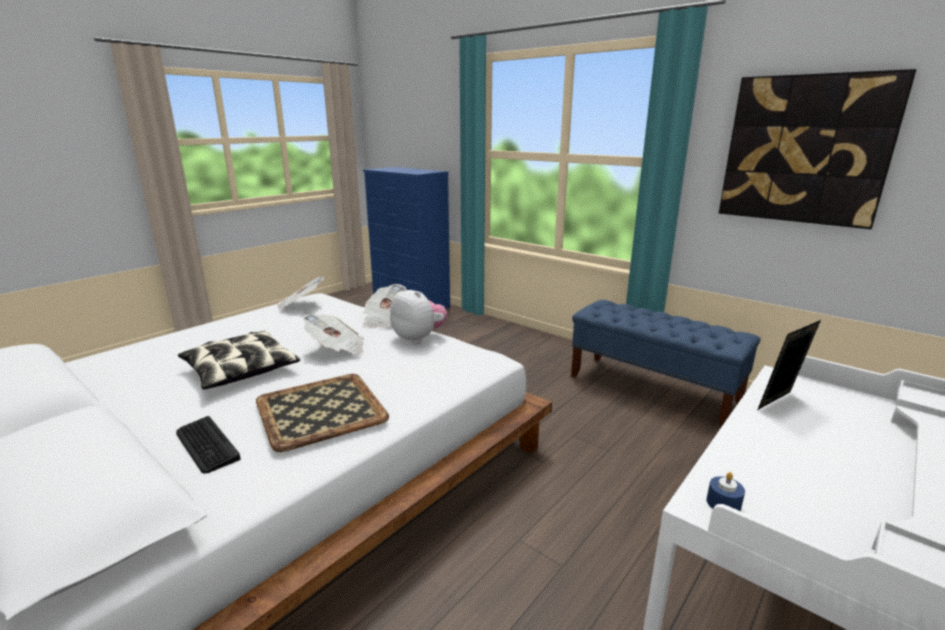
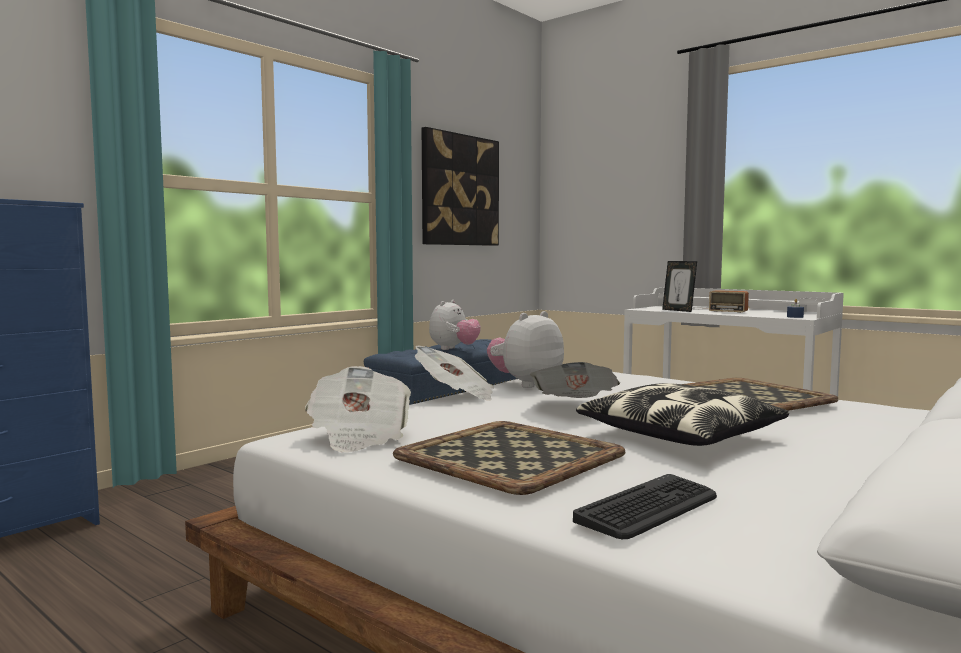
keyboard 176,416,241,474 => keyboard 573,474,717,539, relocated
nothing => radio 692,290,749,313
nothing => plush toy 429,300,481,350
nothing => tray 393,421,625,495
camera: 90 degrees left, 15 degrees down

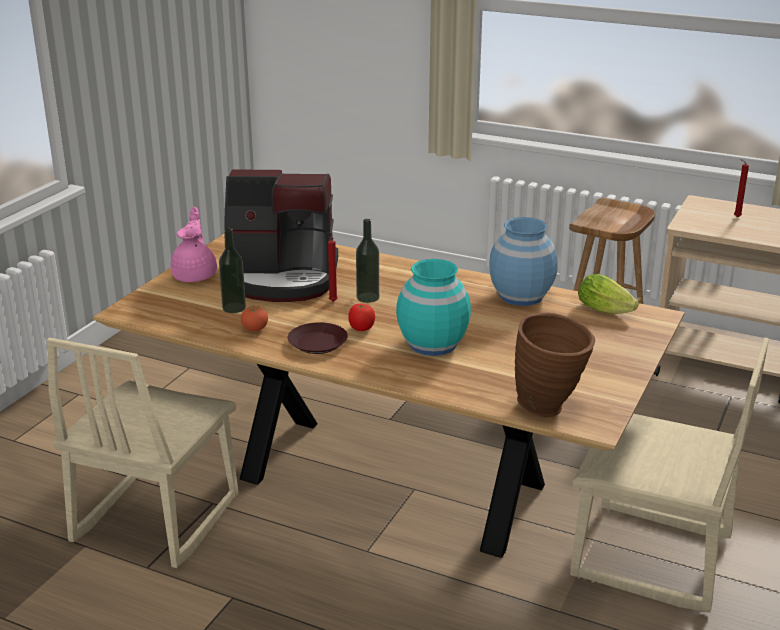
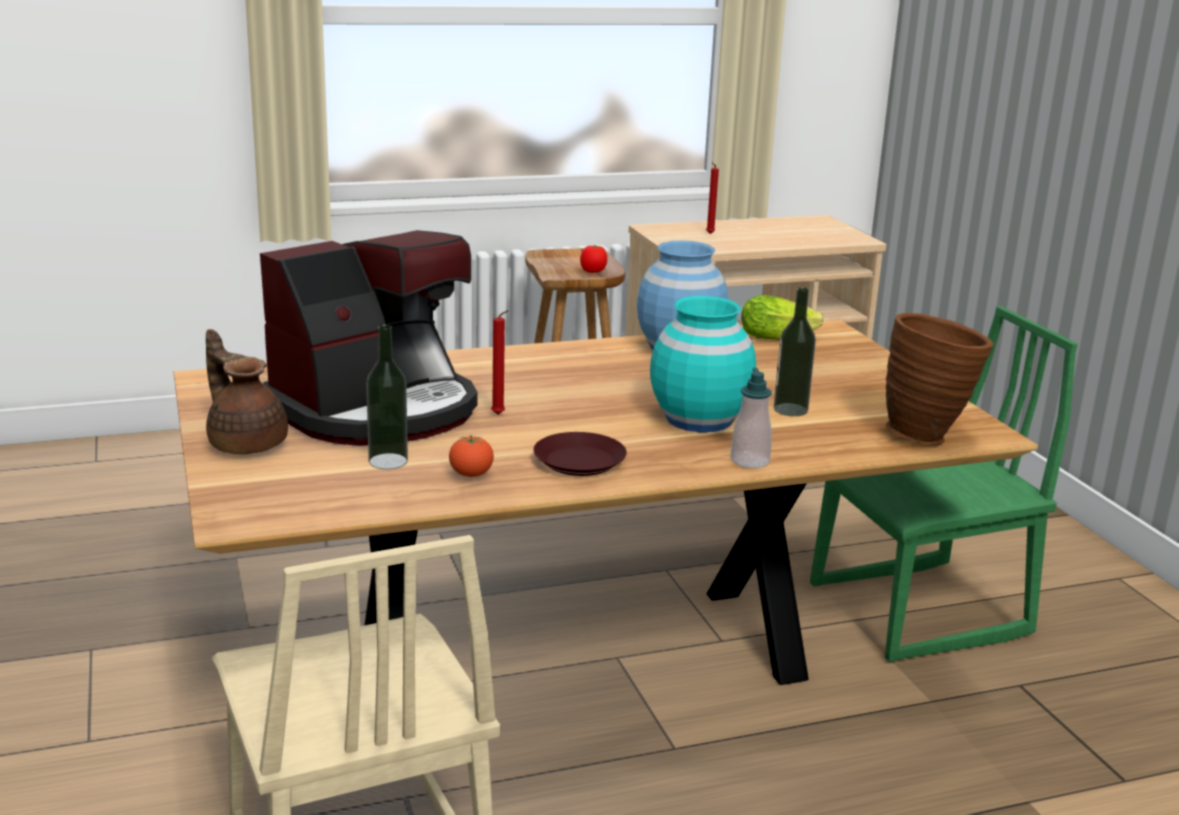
teapot (pink) 171,207,217,282 => teapot (brown) 206,329,288,454
bottle 356,219,379,303 => bottle 774,287,816,416, relocated
tomato 348,304,375,331 => tomato 580,245,607,273, relocated
chair (beige) 570,338,769,612 => chair (green) 810,306,1078,662
nothing => soap dispenser 730,368,772,469
camera: 45 degrees left, 5 degrees down

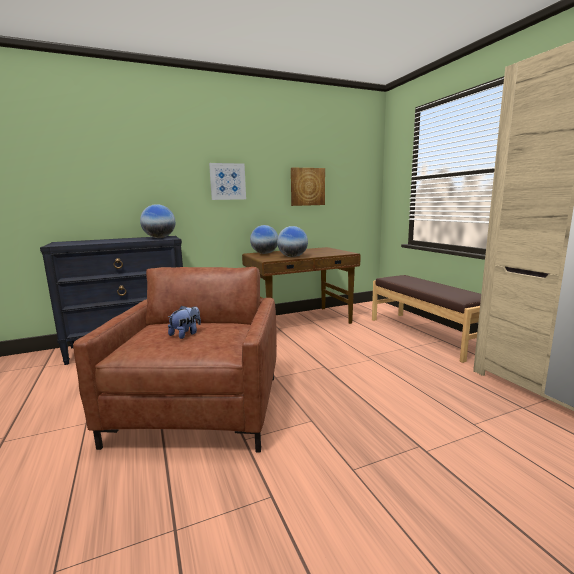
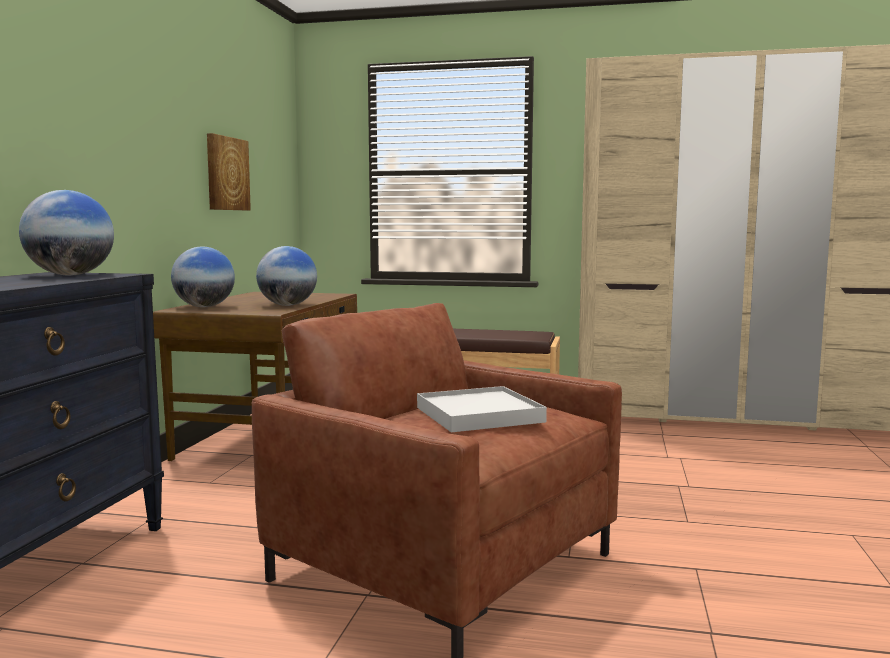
picture 209,163,246,200 => nothing
plush toy 168,306,201,339 => tray (white) 417,386,547,432
camera: 55 degrees left, 5 degrees down

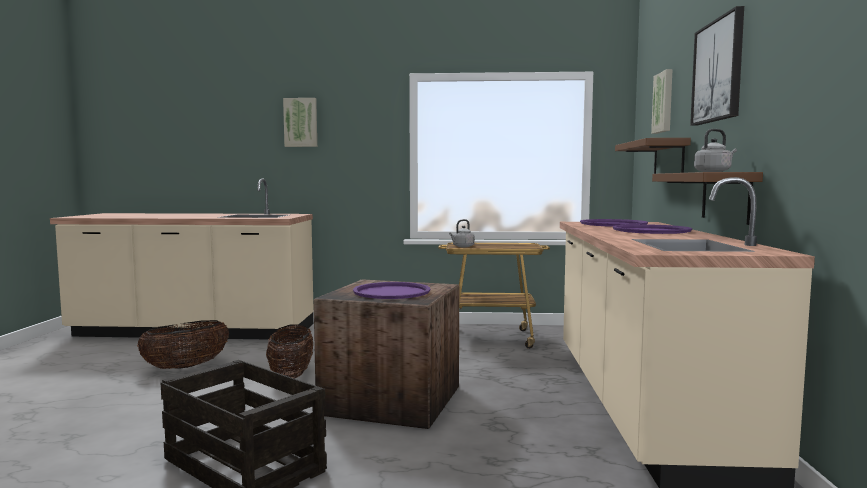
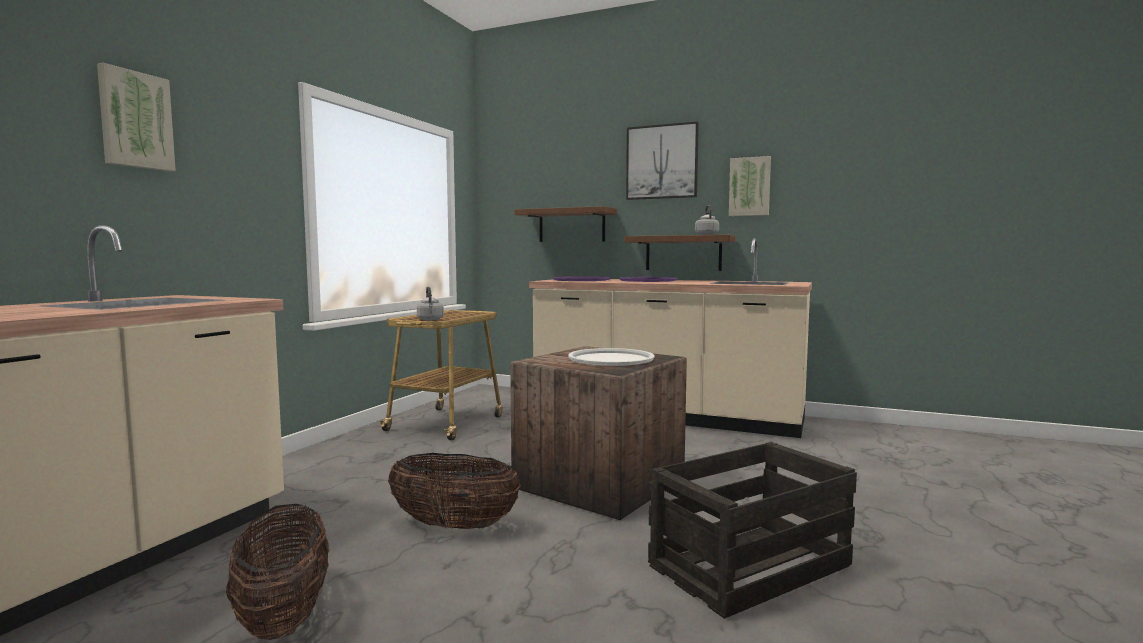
picture 651,69,673,134 => picture 729,156,771,216, relocated
tray (purple) 353,282,430,299 => tray (white) 568,348,654,366
camera: 70 degrees left, 0 degrees up

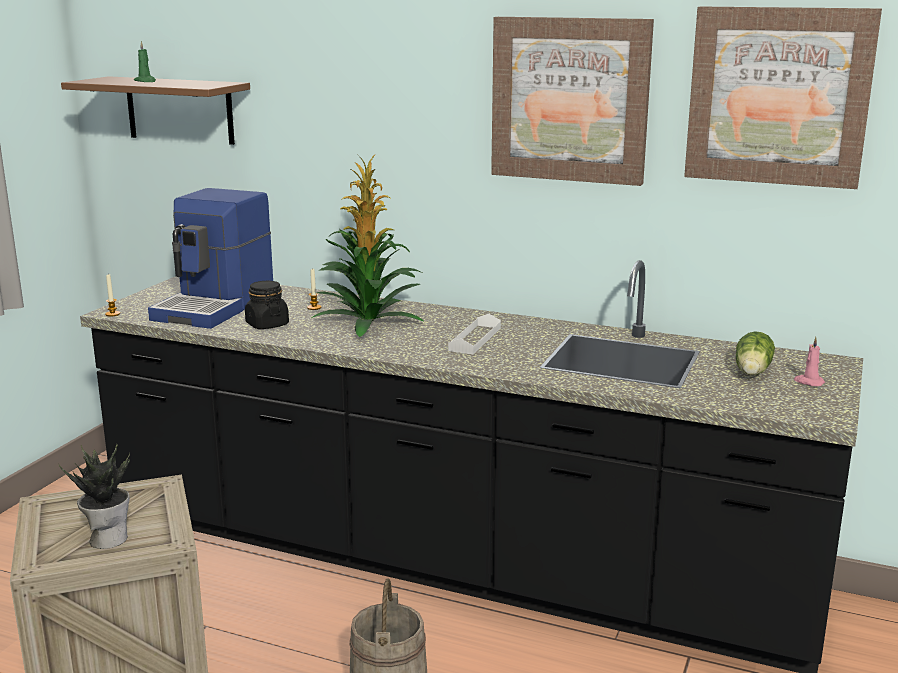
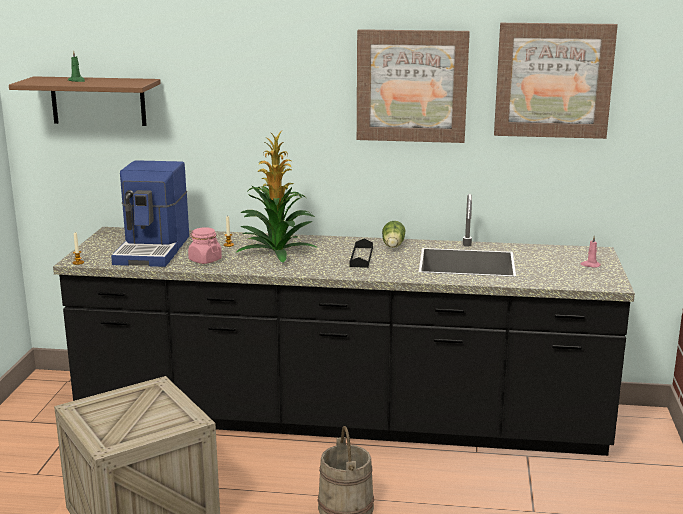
jar (black) 245,281,289,329 => jar (pink) 188,227,222,264
tray (white) 448,314,501,354 => tray (black) 350,238,373,268
lettuce 736,331,775,375 => lettuce 382,221,405,248, relocated
potted plant 59,444,130,549 => nothing
camera: 15 degrees left, 0 degrees up

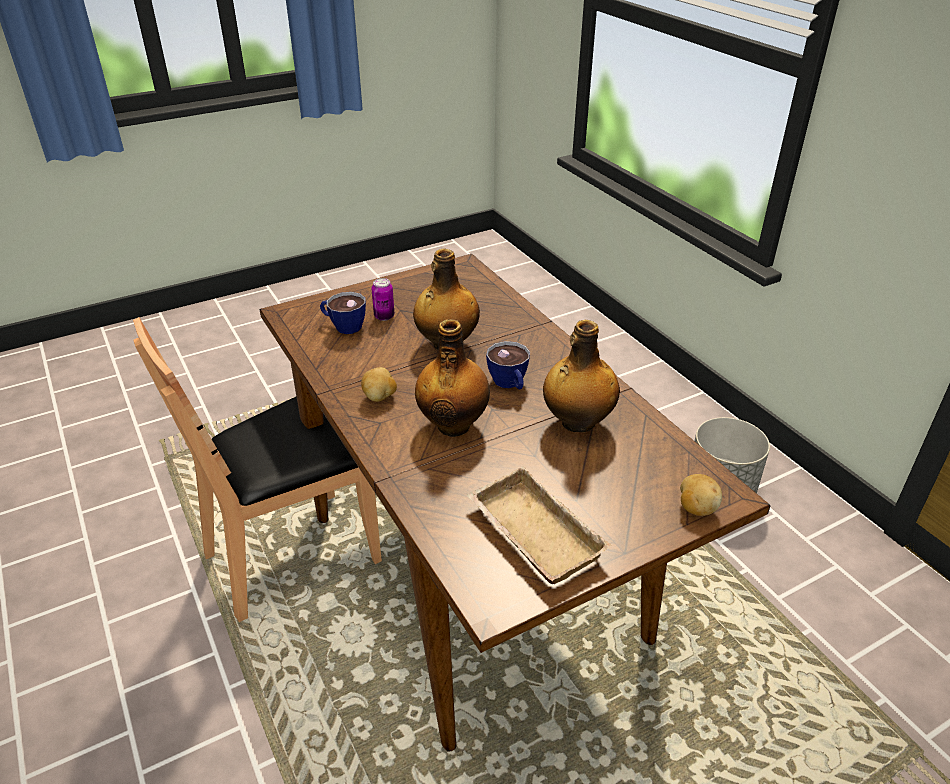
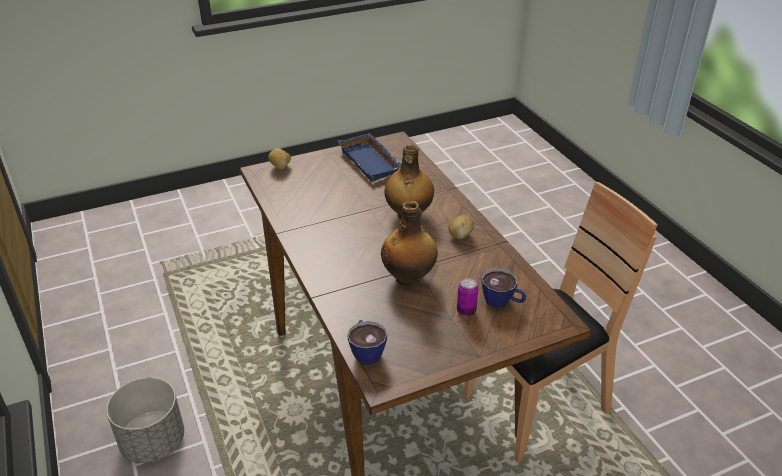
bottle 543,320,620,432 => nothing
cup 486,341,530,389 => cup 347,320,387,365, relocated
tray (beige) 467,466,611,584 => tray (blue) 338,133,401,182
camera: 175 degrees left, 0 degrees up

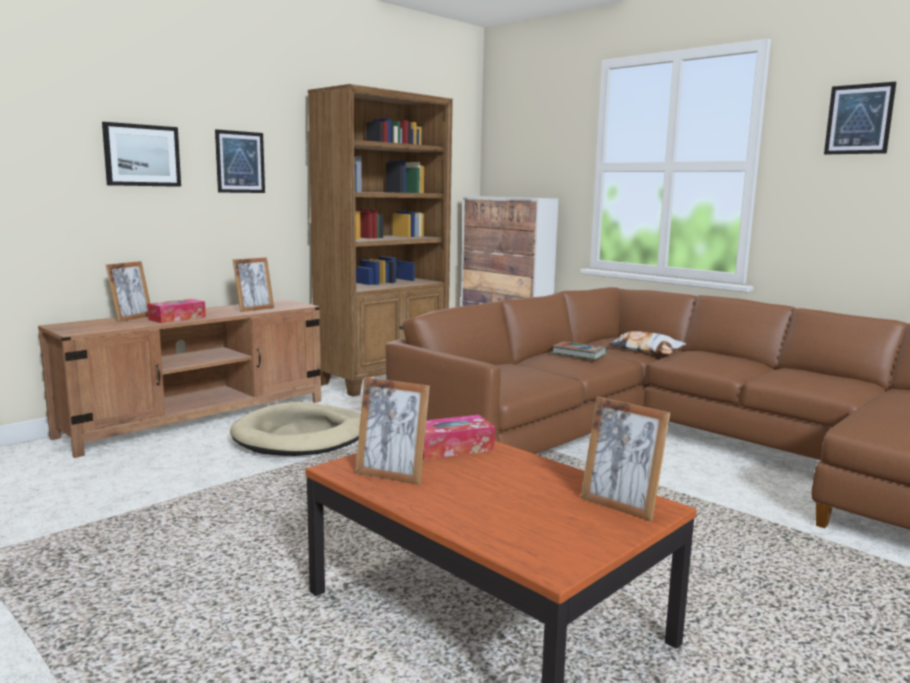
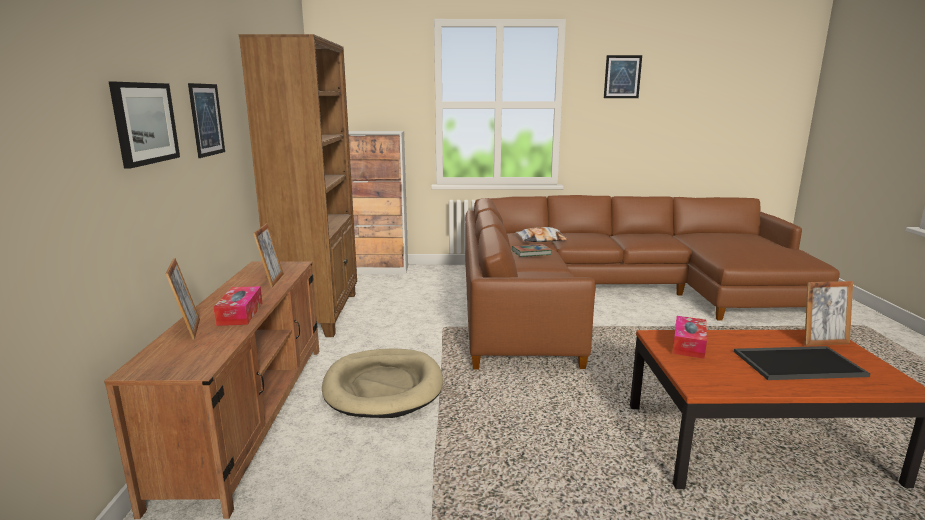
picture frame 355,377,430,485 => nothing
nothing => tray 734,346,870,380
camera: 45 degrees left, 5 degrees up

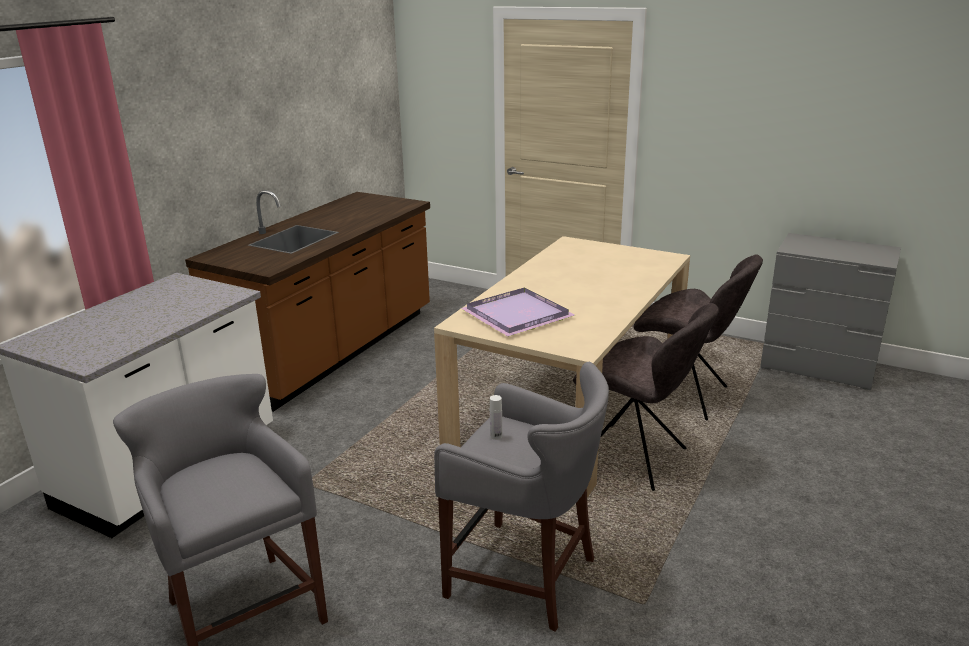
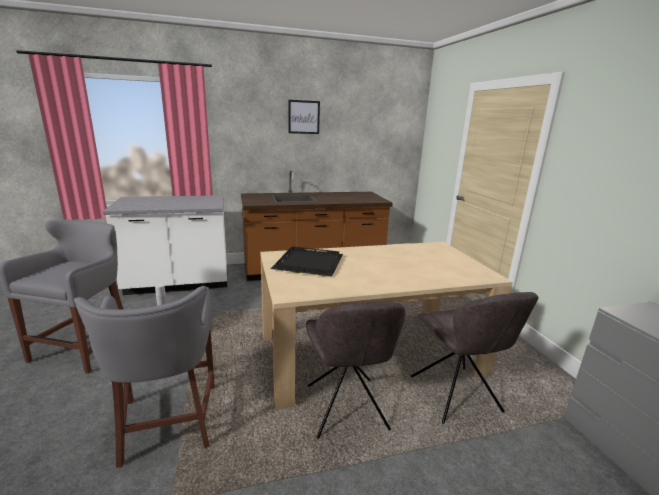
tray (purple) 460,287,575,337 => tray (black) 271,246,343,276
nothing => picture 289,100,320,134
camera: 45 degrees right, 5 degrees down

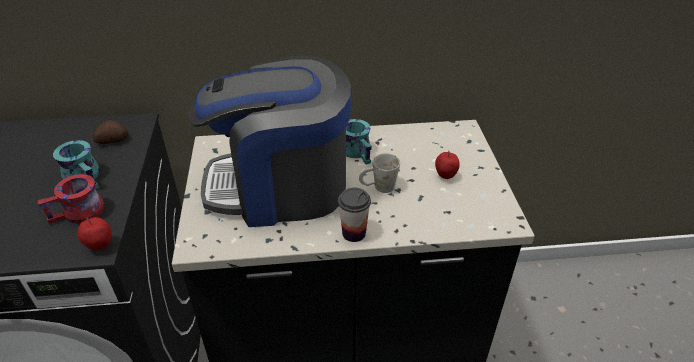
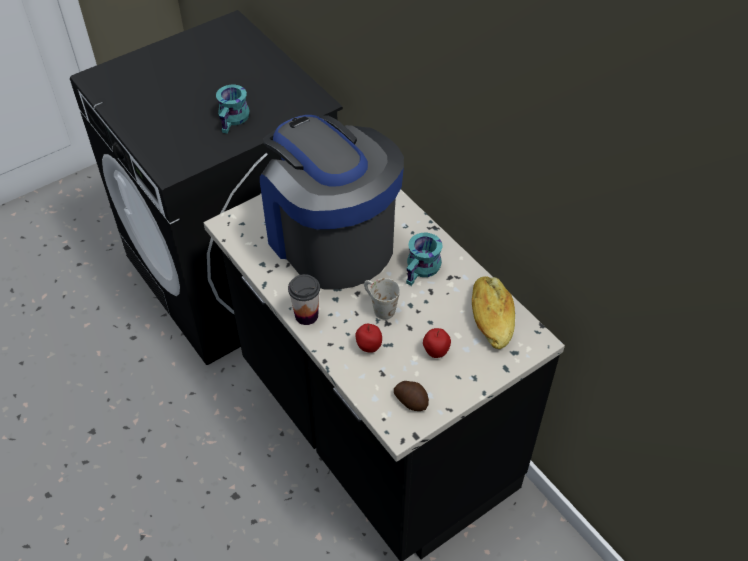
potato 93,120,128,144 => potato 394,381,429,411, relocated
mug (red) 38,174,104,224 => nothing
apple 77,217,112,251 => apple 355,324,382,353, relocated
nothing => bread 472,276,515,349
camera: 60 degrees right, 10 degrees up

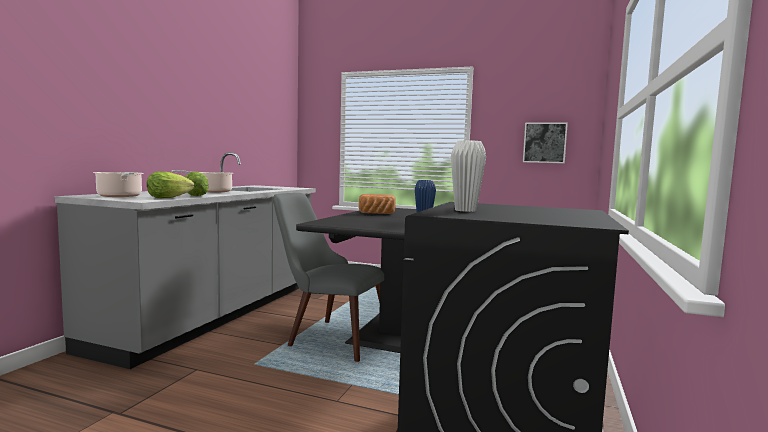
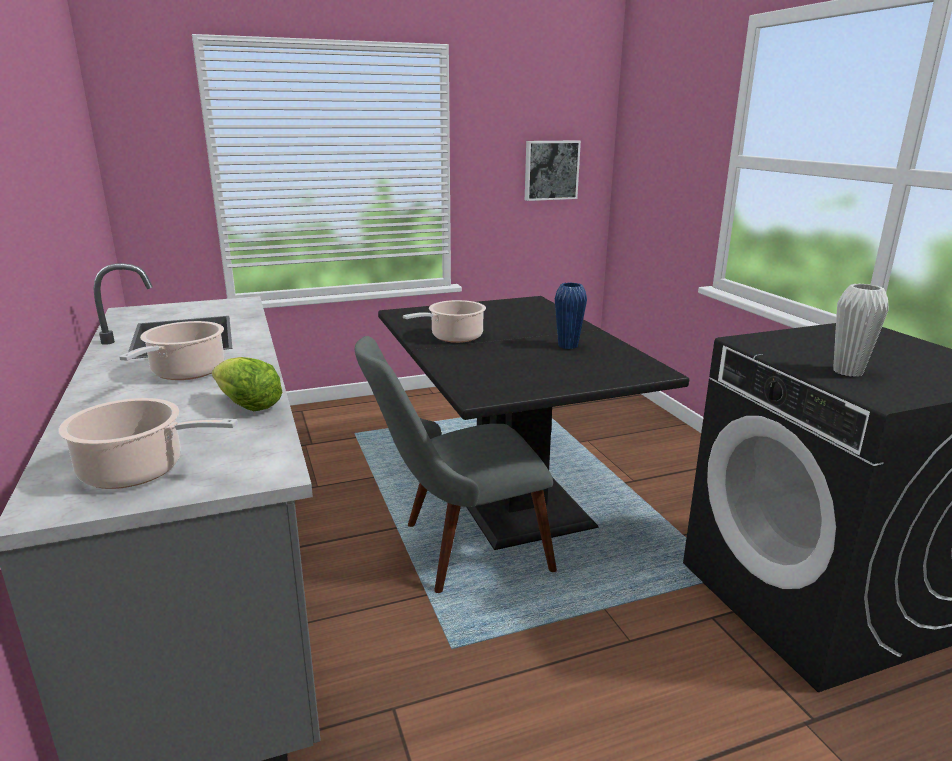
lettuce 147,171,194,198 => nothing
bread 359,194,396,214 => cooking pot 403,300,486,343
camera: 40 degrees left, 15 degrees up

